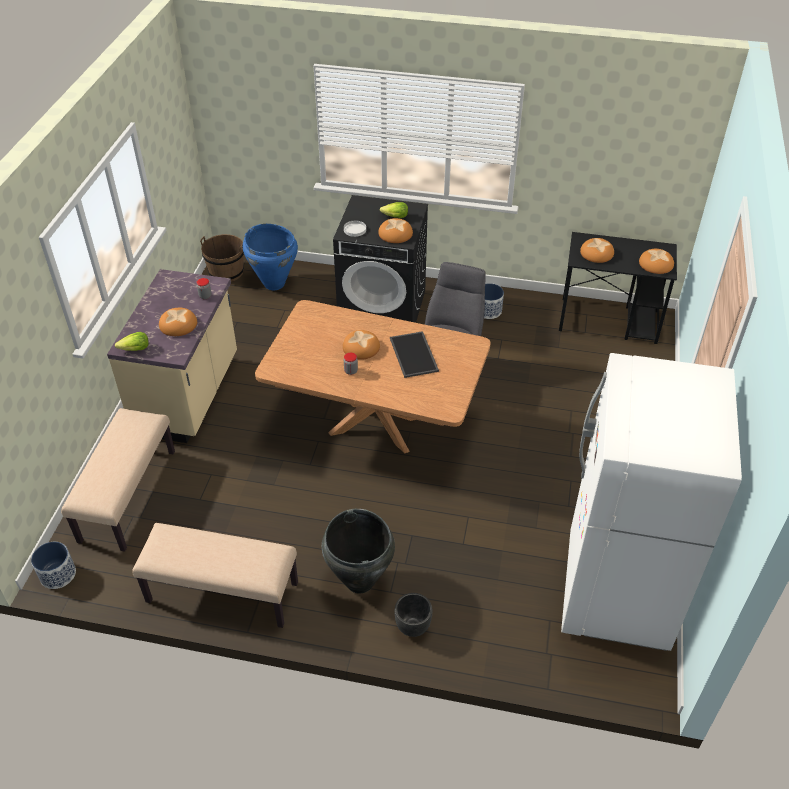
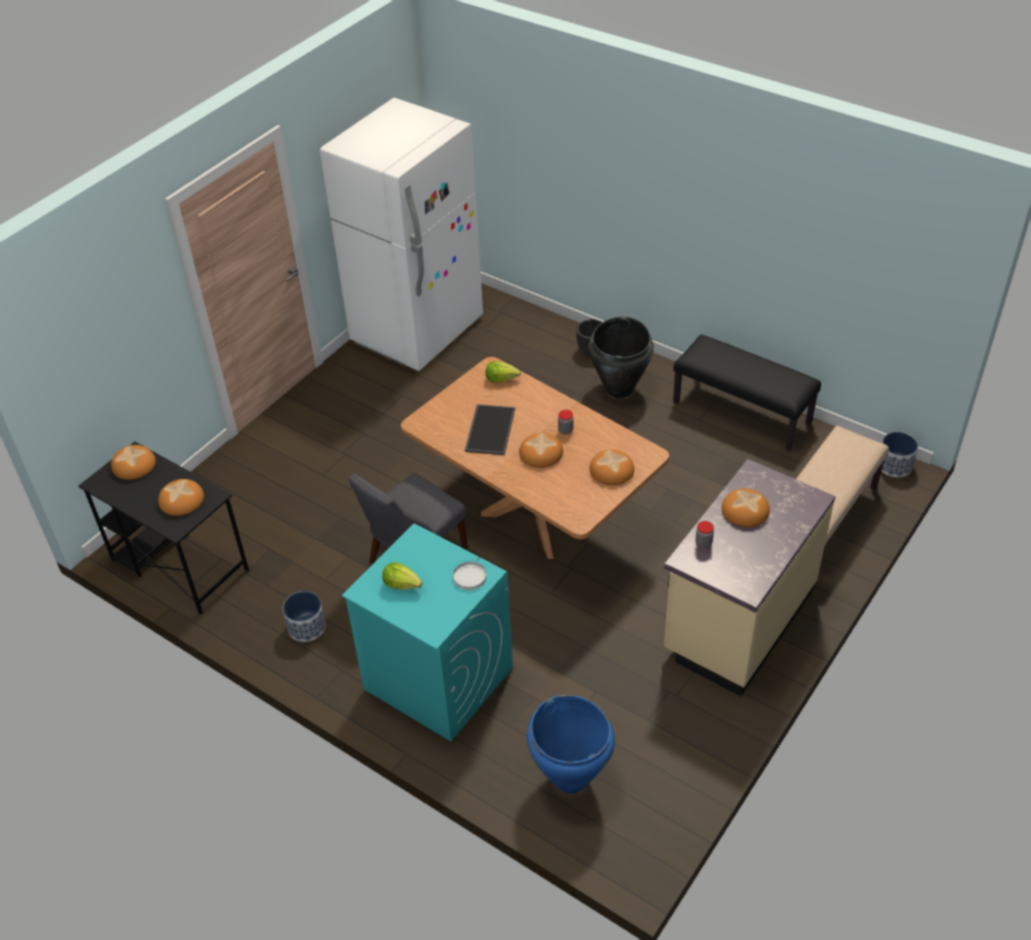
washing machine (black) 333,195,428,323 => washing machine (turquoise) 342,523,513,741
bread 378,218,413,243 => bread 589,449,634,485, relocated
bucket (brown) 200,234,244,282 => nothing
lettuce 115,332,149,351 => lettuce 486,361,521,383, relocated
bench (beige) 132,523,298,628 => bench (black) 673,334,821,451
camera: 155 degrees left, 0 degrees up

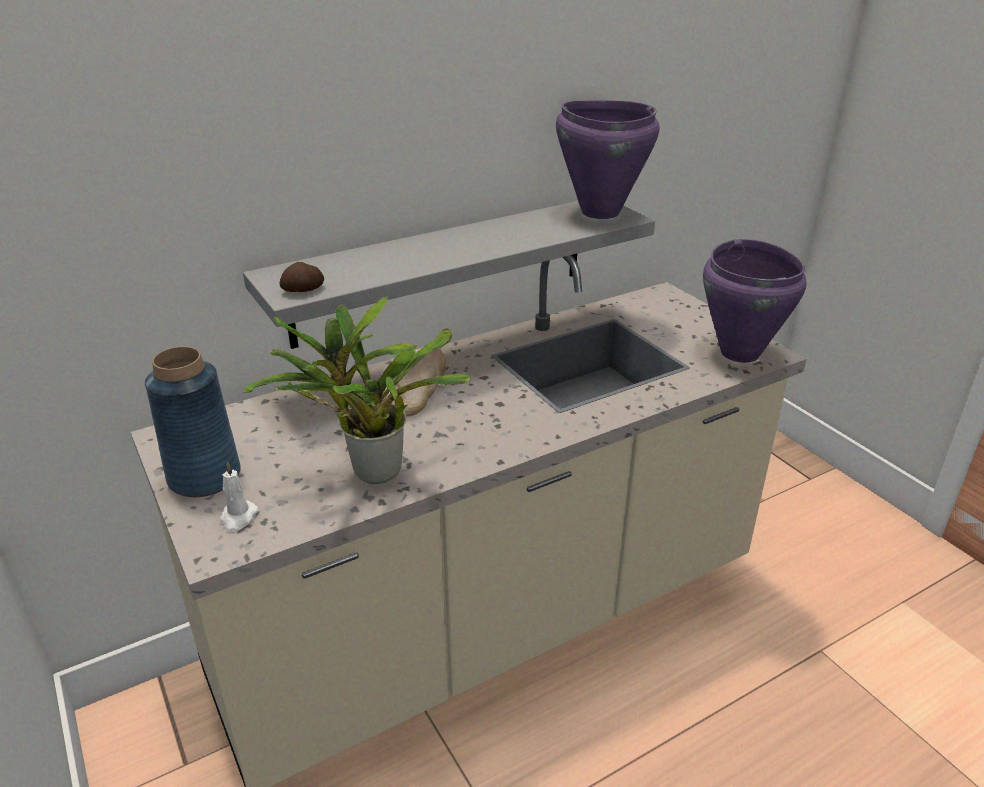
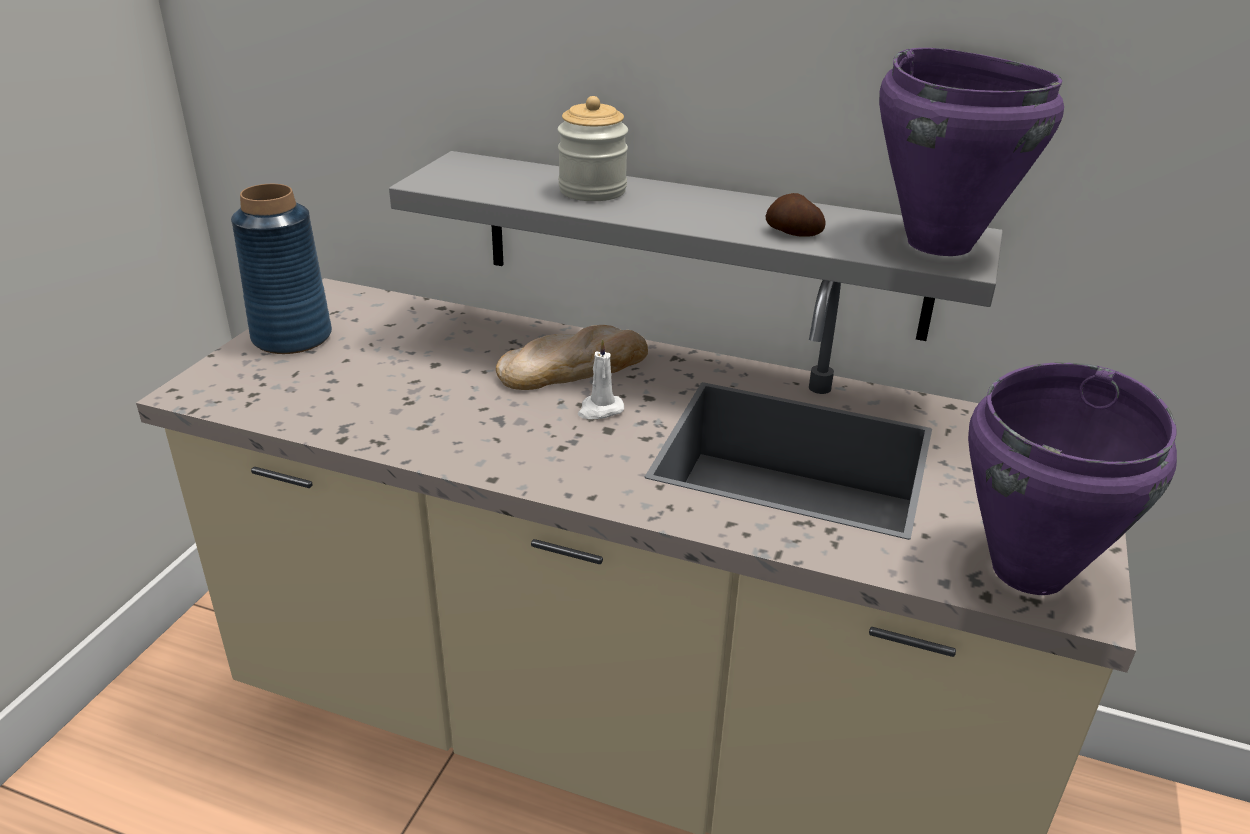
potato 279,262,324,292 => potato 766,193,826,237, relocated
potted plant 243,296,471,484 => nothing
candle (white) 220,461,259,532 => candle (white) 578,339,624,419, relocated
nothing => jar 558,96,628,201
camera: 50 degrees right, 0 degrees up

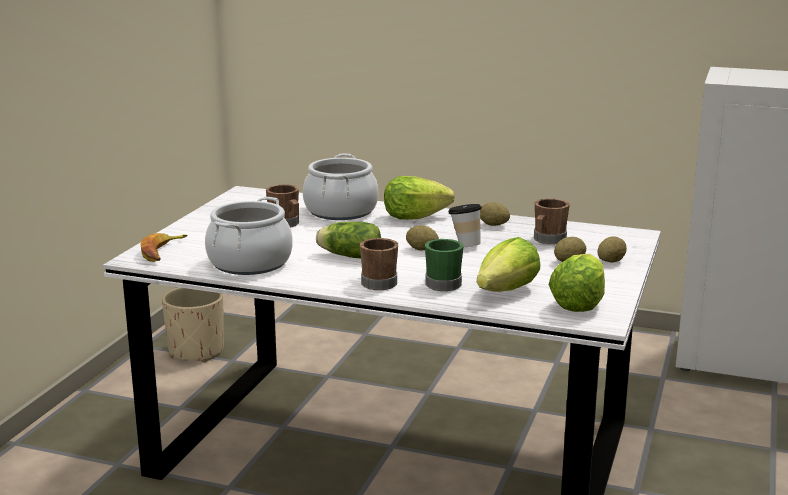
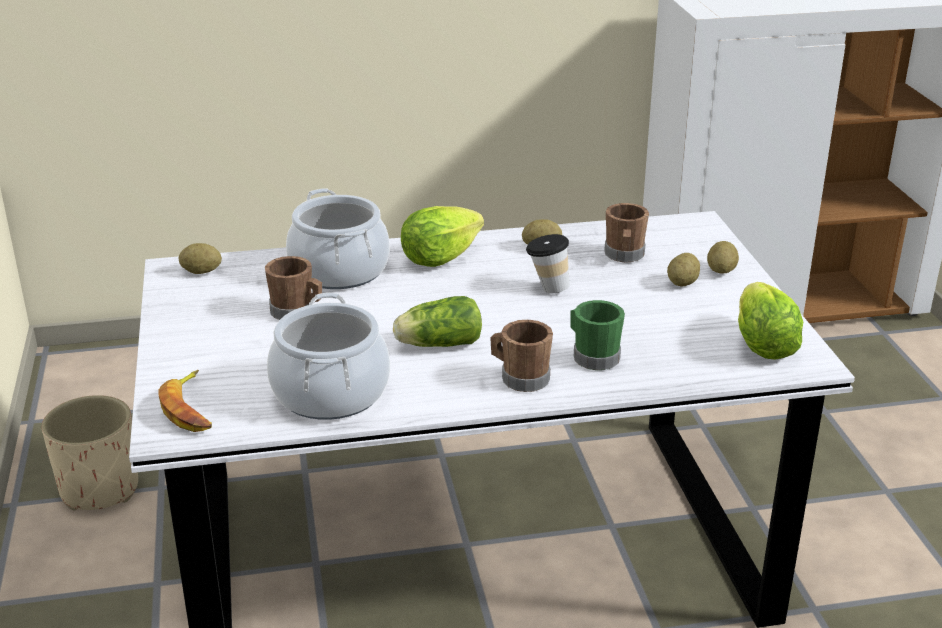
potato 406,225,439,250 => potato 178,243,222,274, relocated
lettuce 477,237,540,292 => nothing
camera: 30 degrees left, 10 degrees up

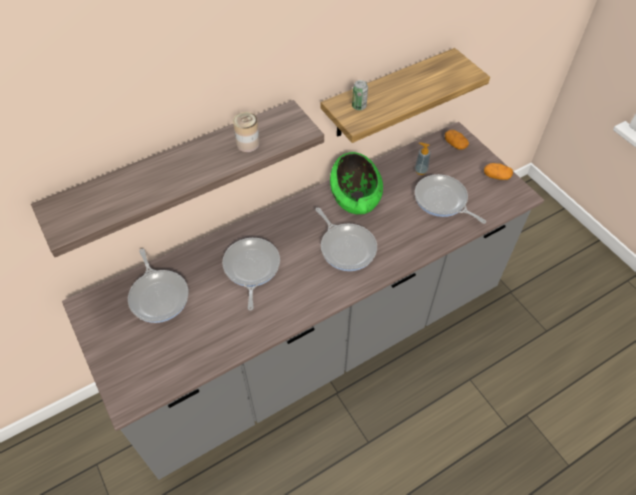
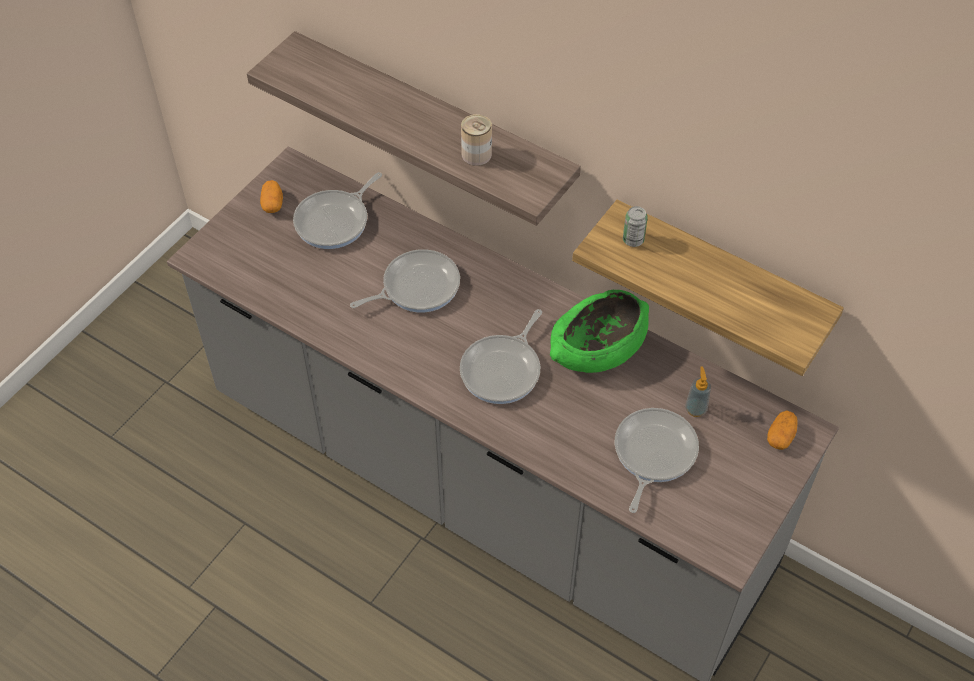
potato 484,163,513,180 => potato 260,180,283,213, relocated
camera: 65 degrees right, 0 degrees up

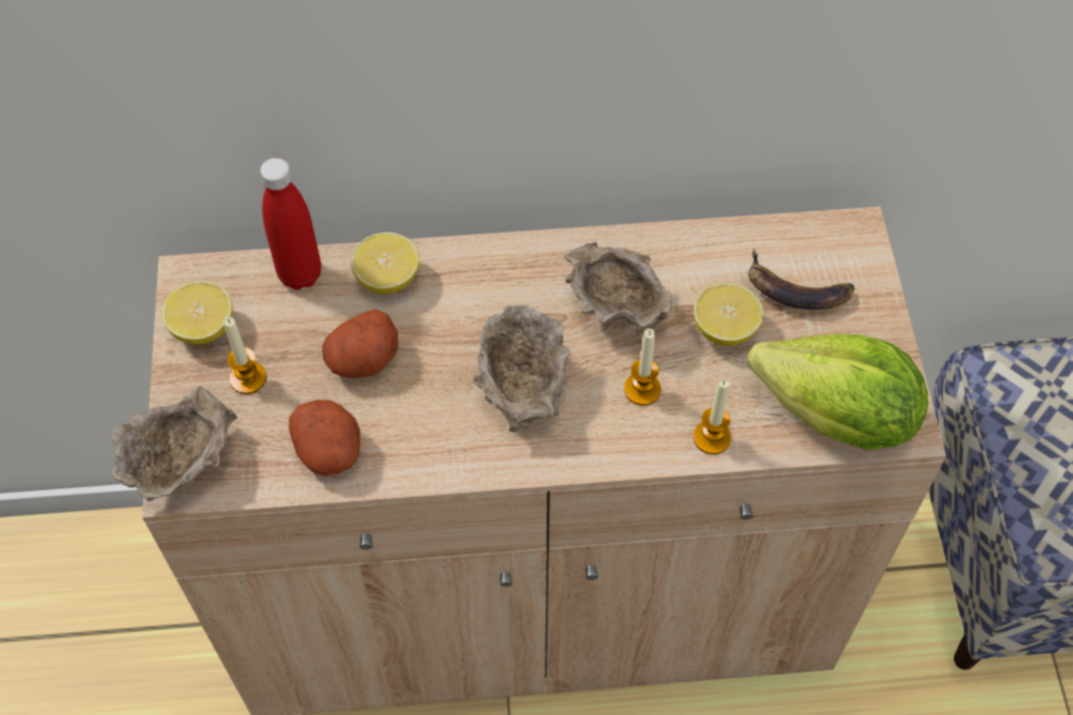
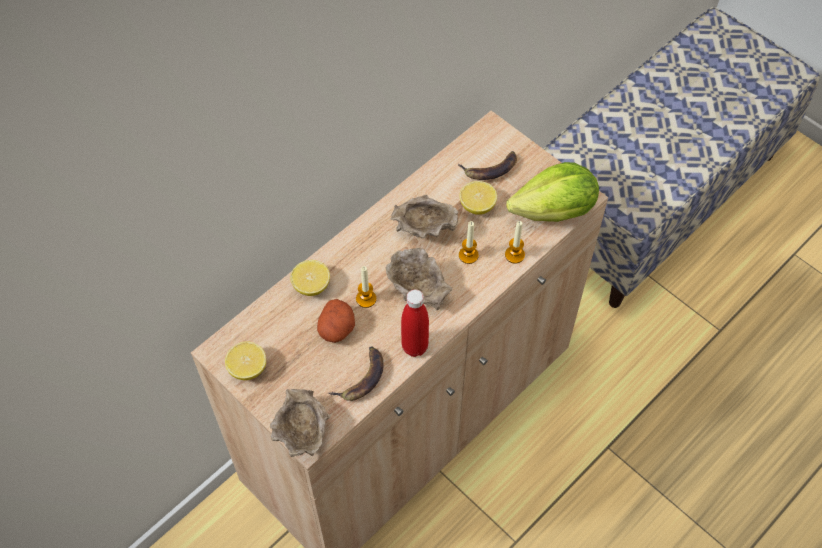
bottle (red) 260,158,321,290 => bottle (red) 401,289,429,357, relocated
candle 224,317,266,394 => candle 356,266,376,308, relocated
potato 289,400,360,476 => banana 329,346,384,401
camera: 40 degrees left, 0 degrees up

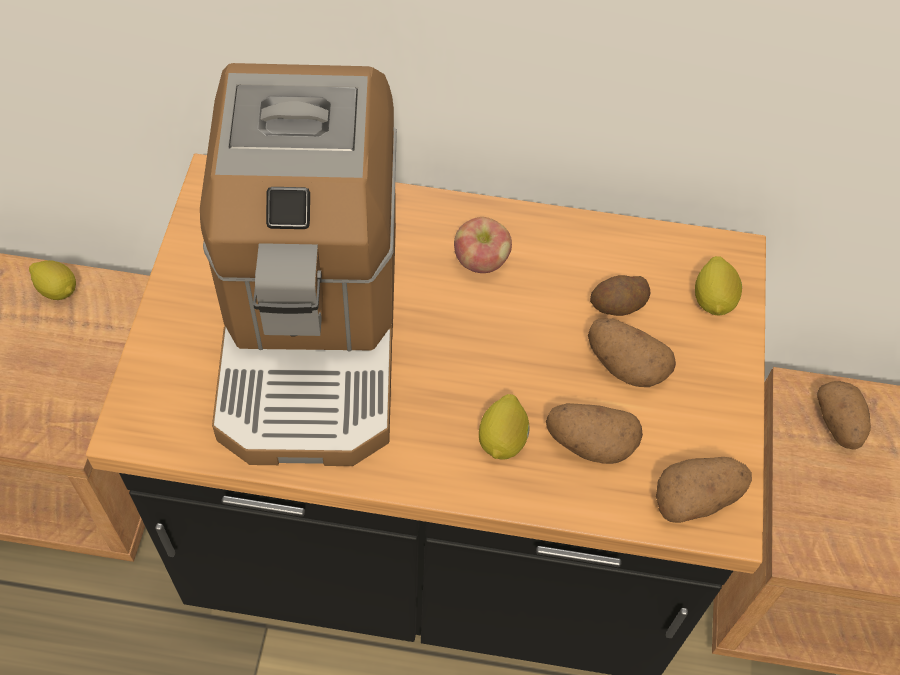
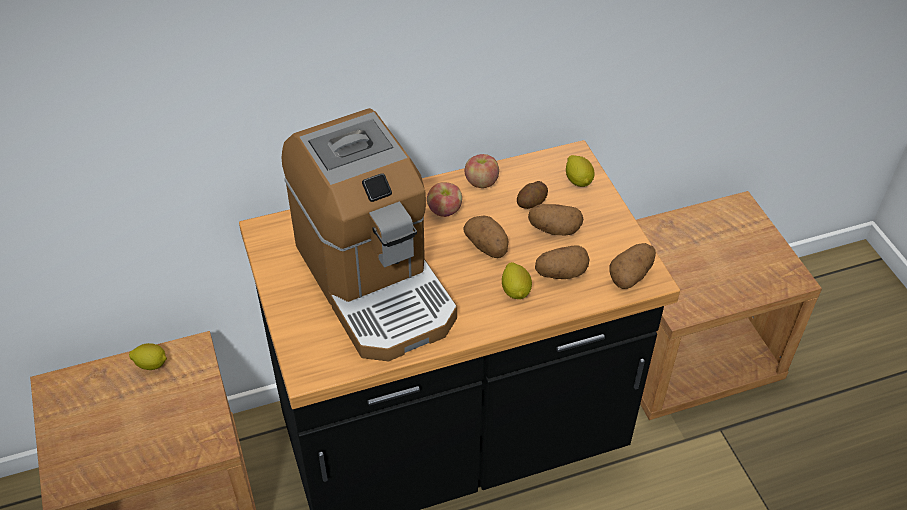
potato 817,381,871,450 => potato 463,215,508,258, relocated
nothing => apple 465,154,499,188
camera: 25 degrees left, 10 degrees down

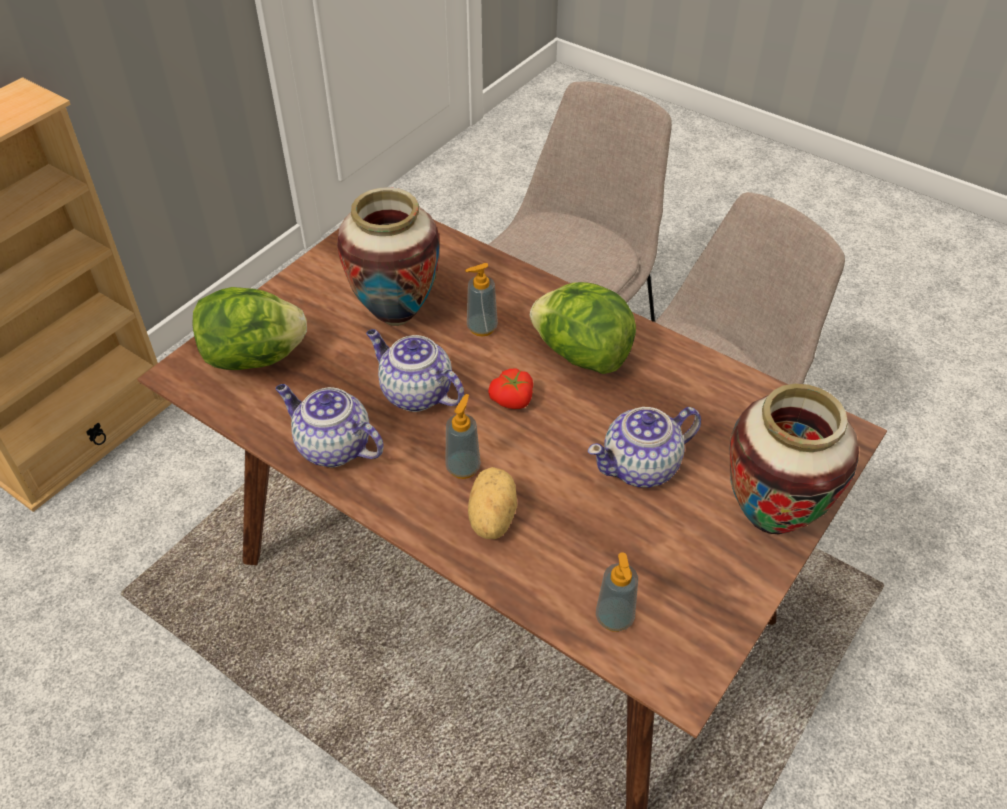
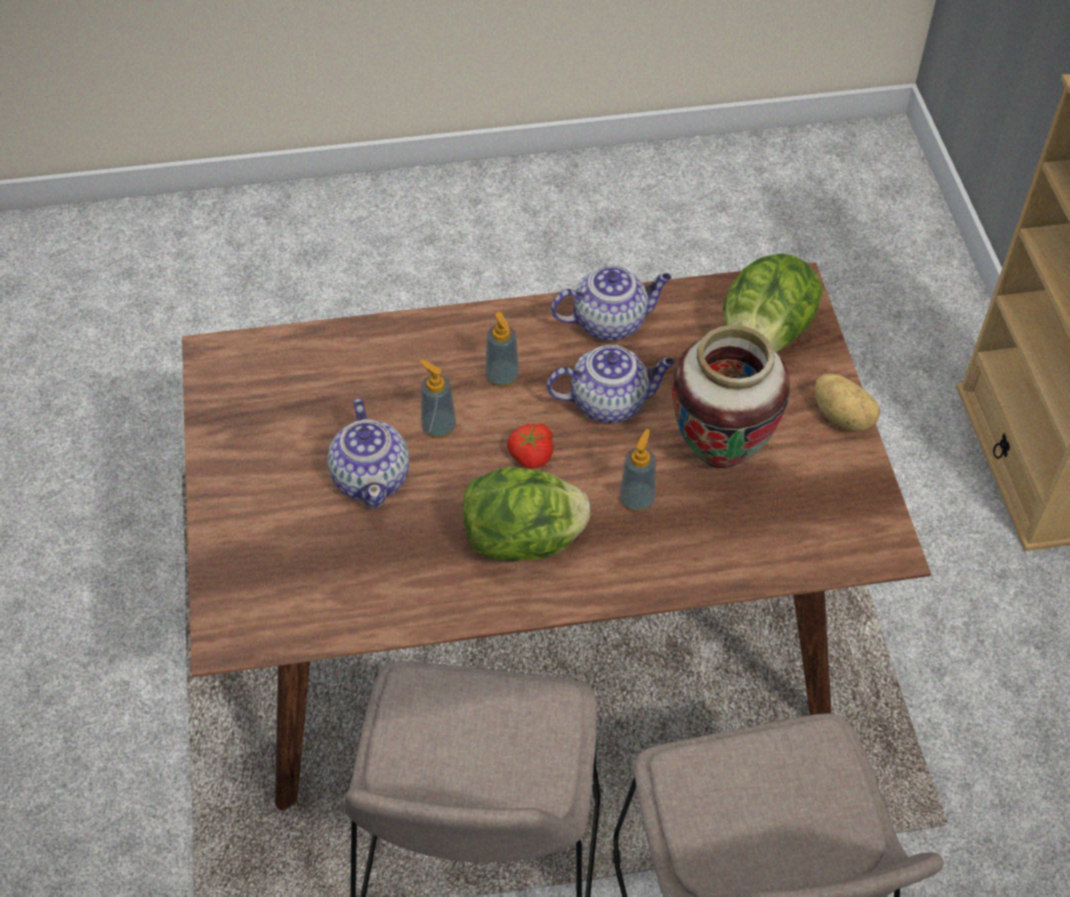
vase 729,384,859,534 => nothing
teapot 588,407,701,487 => teapot 327,398,409,508, 150 degrees clockwise
potato 468,467,517,539 => potato 815,373,880,432, relocated
soap dispenser 596,552,638,632 => soap dispenser 419,359,456,438, relocated
camera: 135 degrees right, 5 degrees up

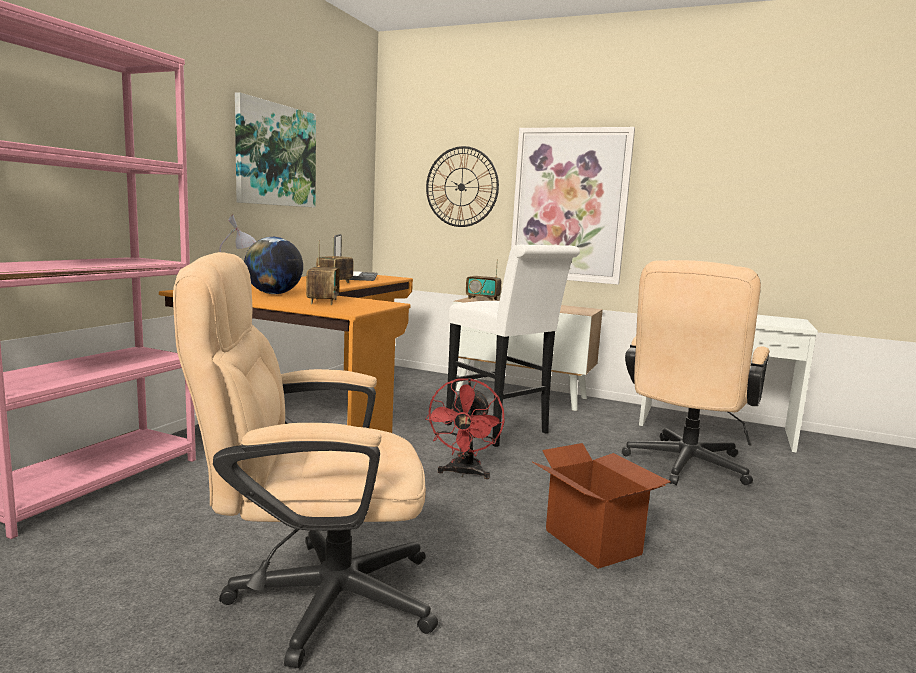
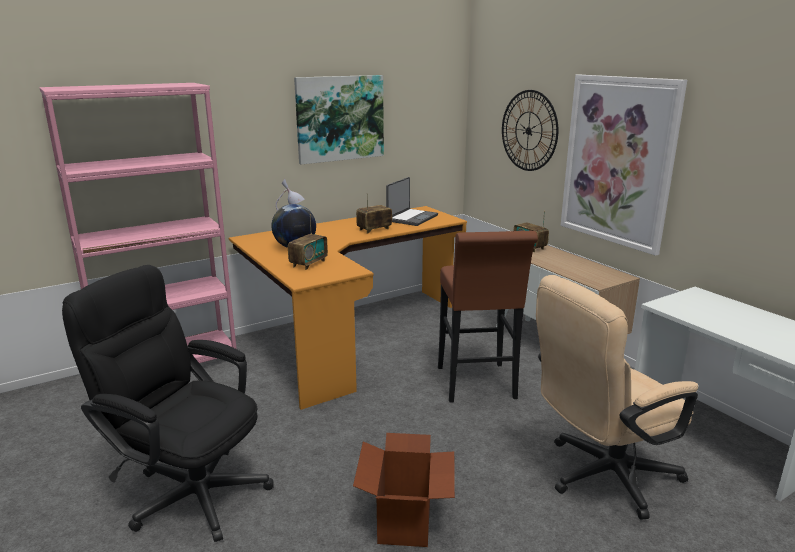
stool (white) 445,245,580,447 => stool (brown) 438,231,538,403
office chair (beige) 173,252,438,668 => office chair (black) 62,265,274,542
fan (red) 426,378,504,479 => nothing
camera: 35 degrees right, 10 degrees up

